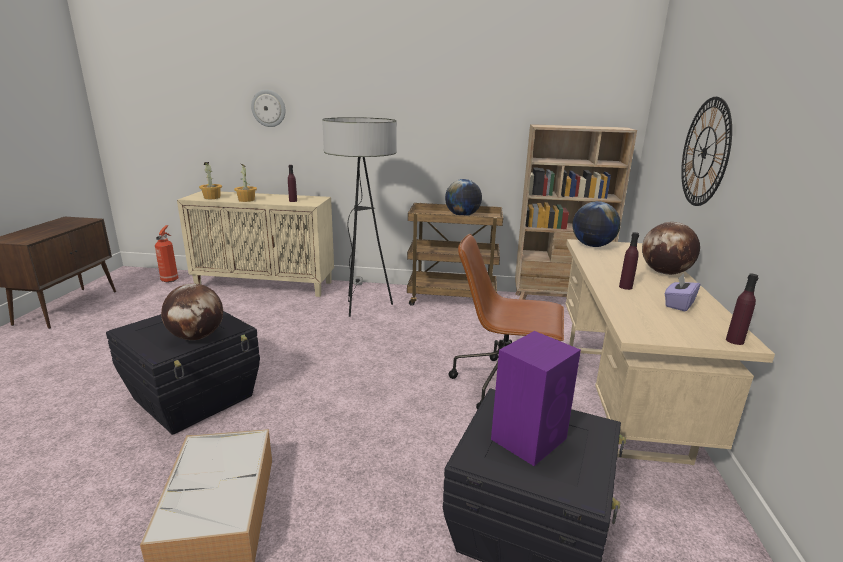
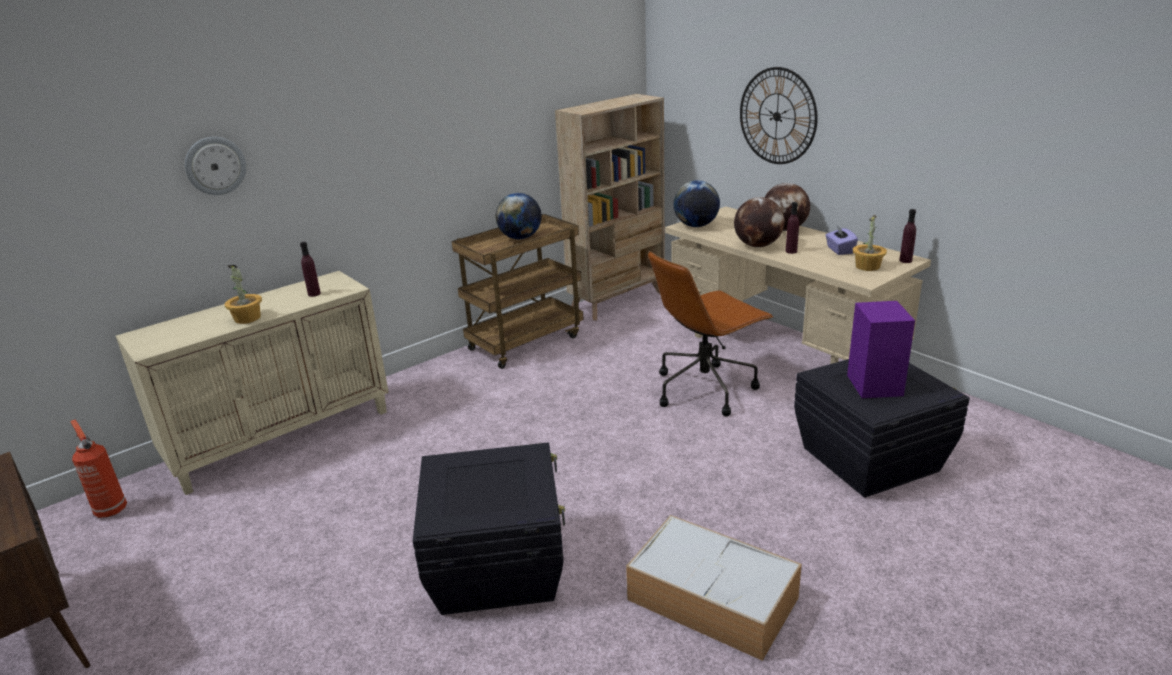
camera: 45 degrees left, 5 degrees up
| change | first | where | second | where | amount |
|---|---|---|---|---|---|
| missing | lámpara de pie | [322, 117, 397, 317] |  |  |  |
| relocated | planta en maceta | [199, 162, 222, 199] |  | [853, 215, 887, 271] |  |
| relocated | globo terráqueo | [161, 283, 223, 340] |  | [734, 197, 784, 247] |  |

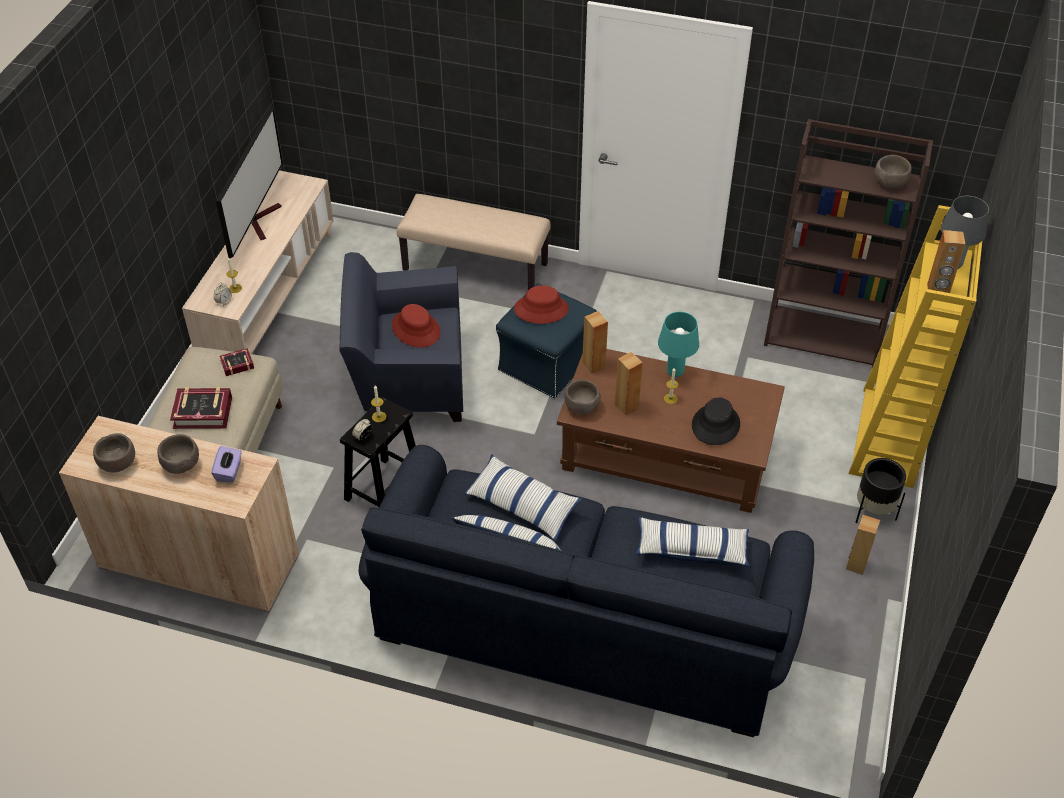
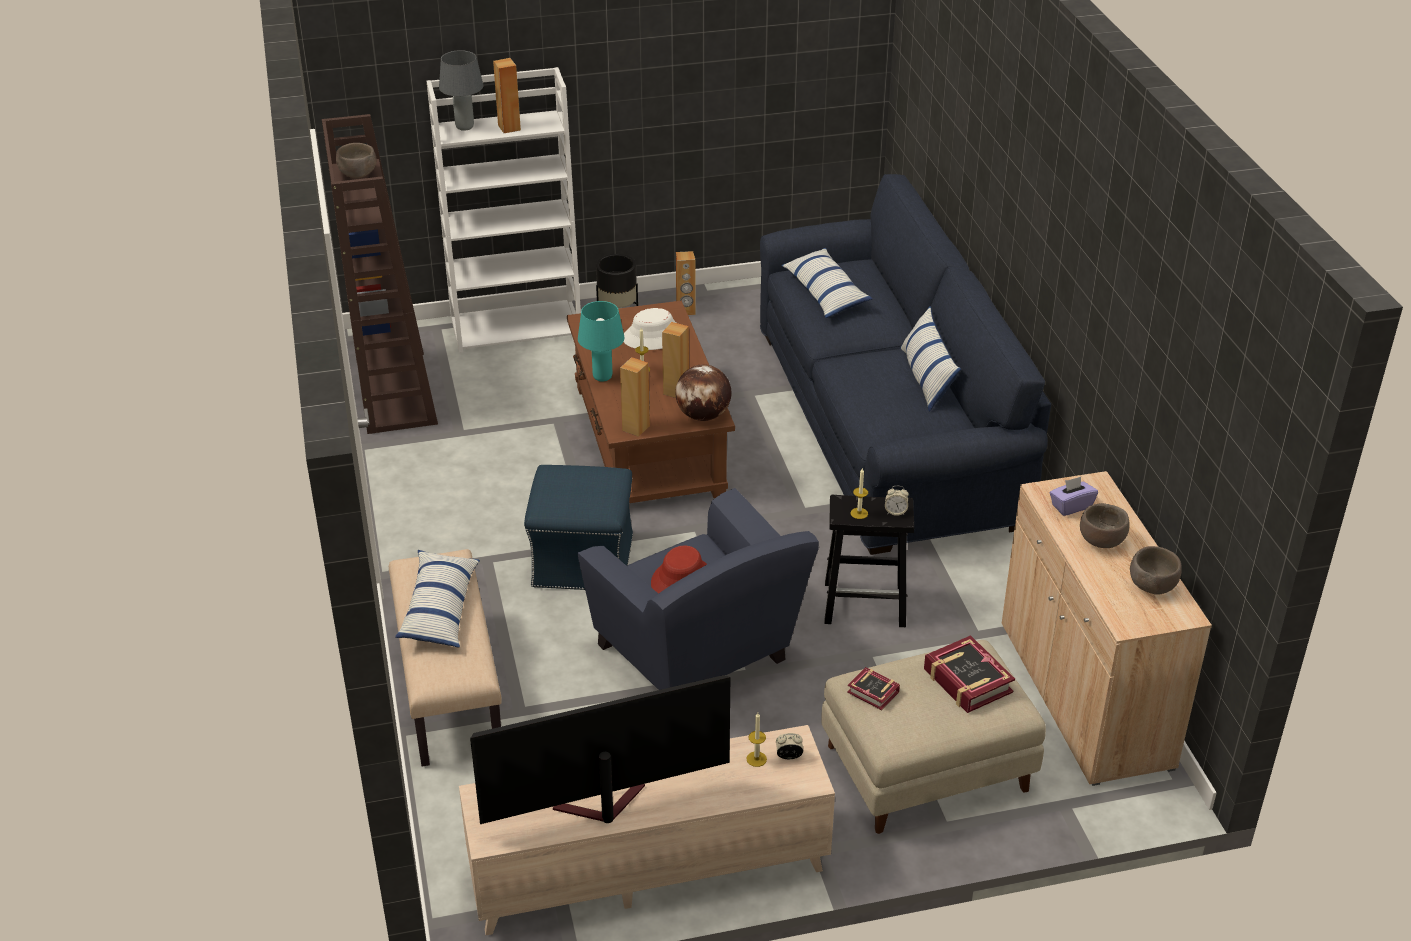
camera: 120 degrees left, 10 degrees down
| change | first | where | second | where | amount |
|---|---|---|---|---|---|
| colour | estantería [amarillo] | [849, 205, 982, 488] | estantería [blanco] | [427, 67, 581, 353] |  |
| missing | sombrero [rojo] | [514, 285, 569, 324] |  |  |  |
| exchanged | cuenco [marrón] | [564, 379, 601, 415] | globo terráqueo | [675, 364, 731, 421] |  |
| colour | sombrero [negro] | [692, 397, 740, 445] | sombrero [blanco] | [624, 308, 676, 350] |  |
| relocated | cojín | [464, 454, 583, 541] |  | [395, 550, 480, 647] |  |

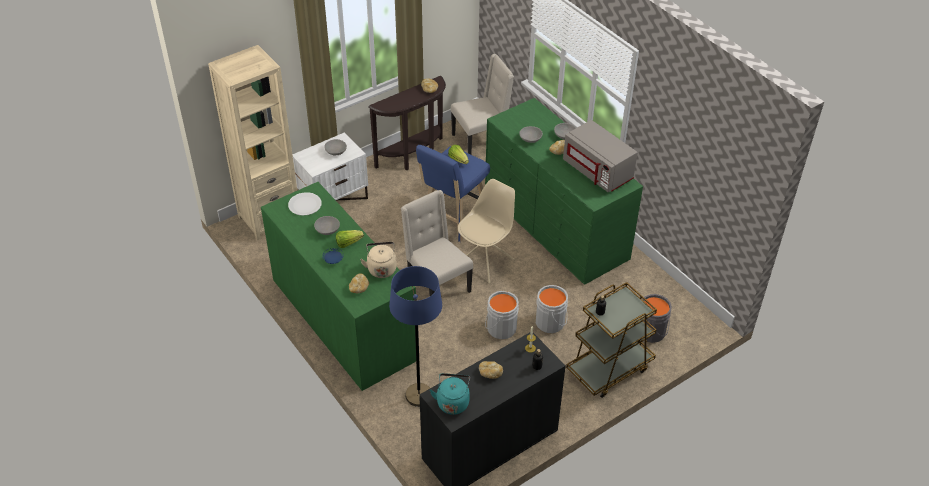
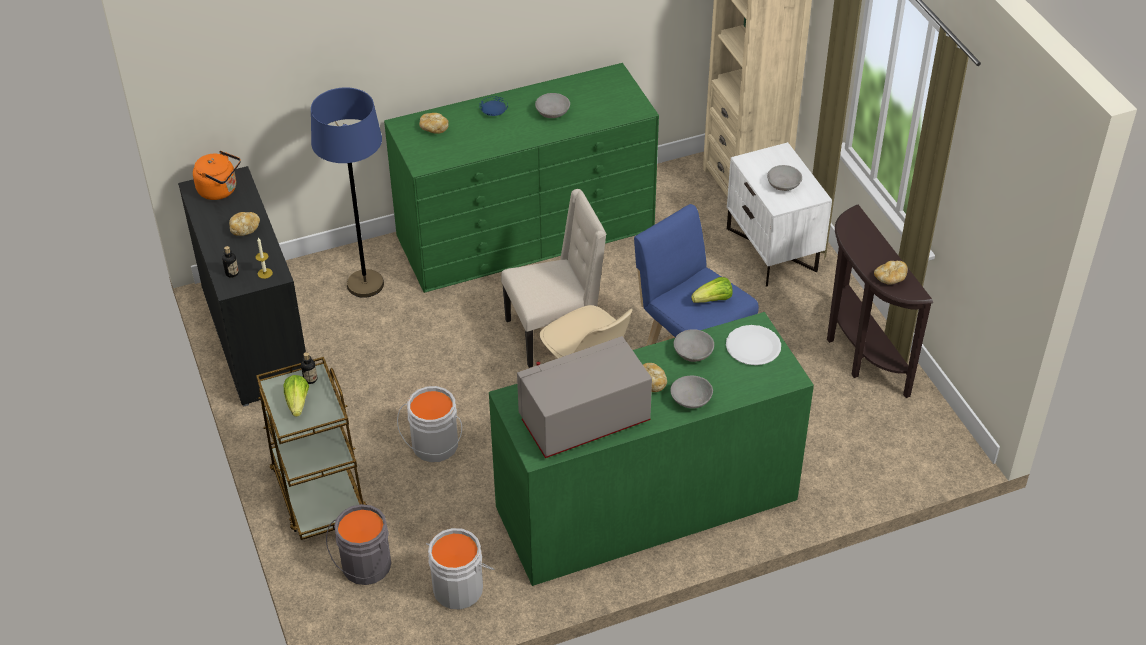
camera: 105 degrees right, 0 degrees up
| change | first | where | second | where | amount |
|---|---|---|---|---|---|
| missing | silla [beis] | [451, 54, 514, 155] |  |  |  |
| relocated | plato [blanco] | [288, 192, 322, 216] |  | [726, 325, 781, 365] |  |
| relocated | lechuga | [336, 230, 364, 248] |  | [283, 375, 309, 417] |  |
| missing | hervidor [beis] | [360, 242, 397, 278] |  |  |  |
| relocated | cubo [gris] | [485, 291, 519, 339] |  | [426, 528, 495, 610] |  |
| colour | hervidor [turquesa] | [430, 373, 470, 415] | hervidor [naranja] | [193, 151, 241, 200] |  |

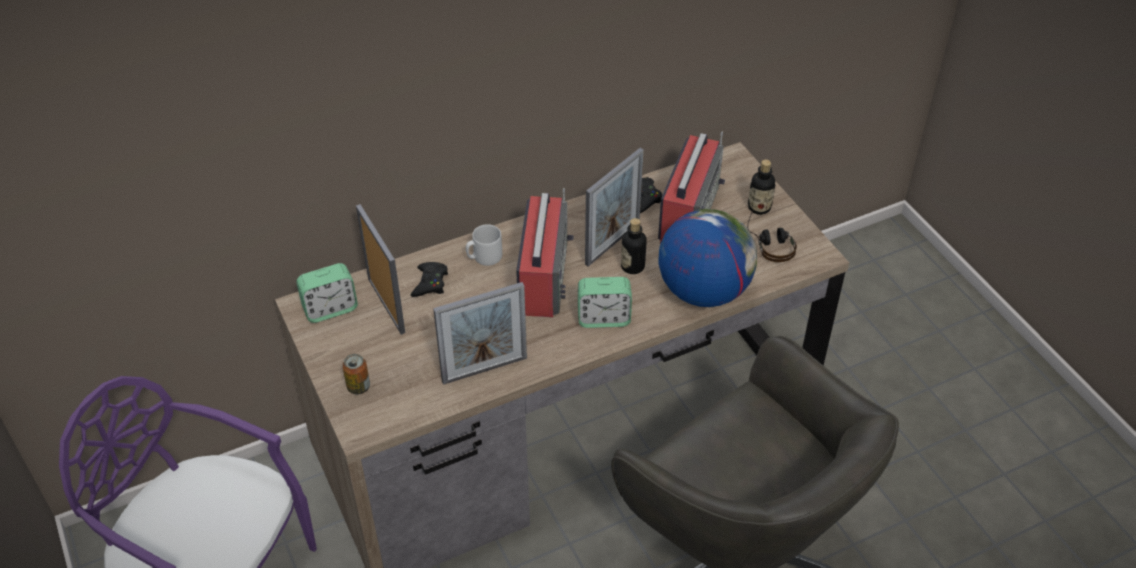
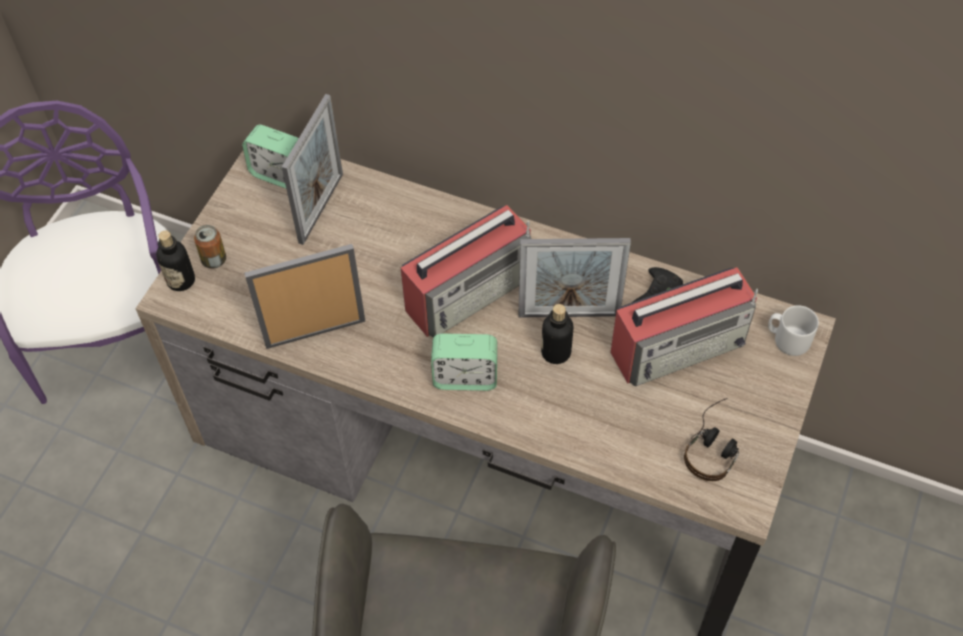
camera: 50 degrees right, 10 degrees up
| change | first | where | second | where | amount |
|---|---|---|---|---|---|
| relocated | botella | [748, 160, 775, 215] |  | [156, 231, 195, 291] |  |
| missing | globo terráqueo | [659, 209, 757, 307] |  |  |  |
| relocated | taza grande [gris] | [466, 224, 502, 266] |  | [768, 305, 819, 356] |  |
| missing | mando de consola [negro] | [410, 262, 448, 297] |  |  |  |
| spun | despertador | [578, 277, 632, 328] |  | [431, 333, 497, 391] | 45 degrees counterclockwise |
| spun | portarretratos | [433, 282, 527, 385] |  | [244, 244, 365, 349] | 135 degrees clockwise |

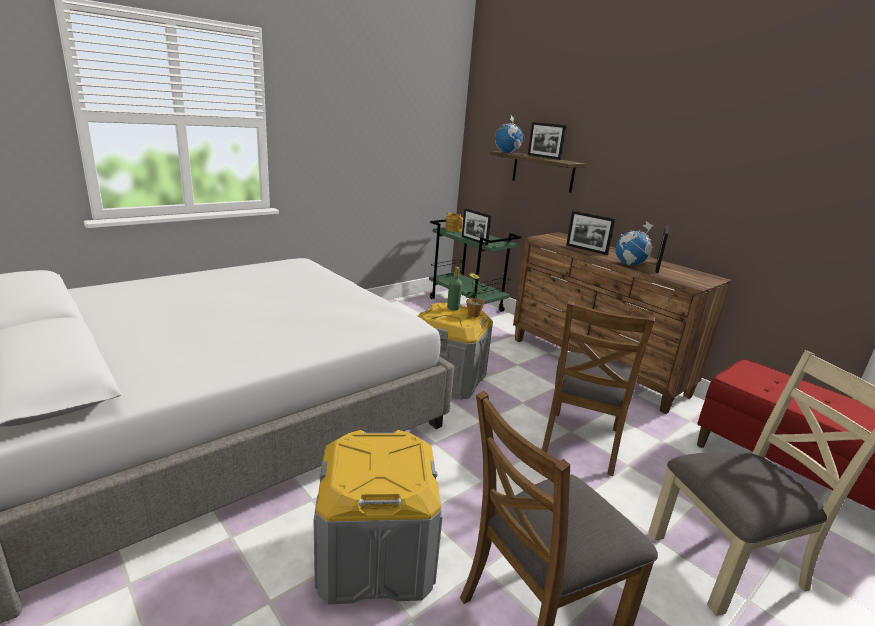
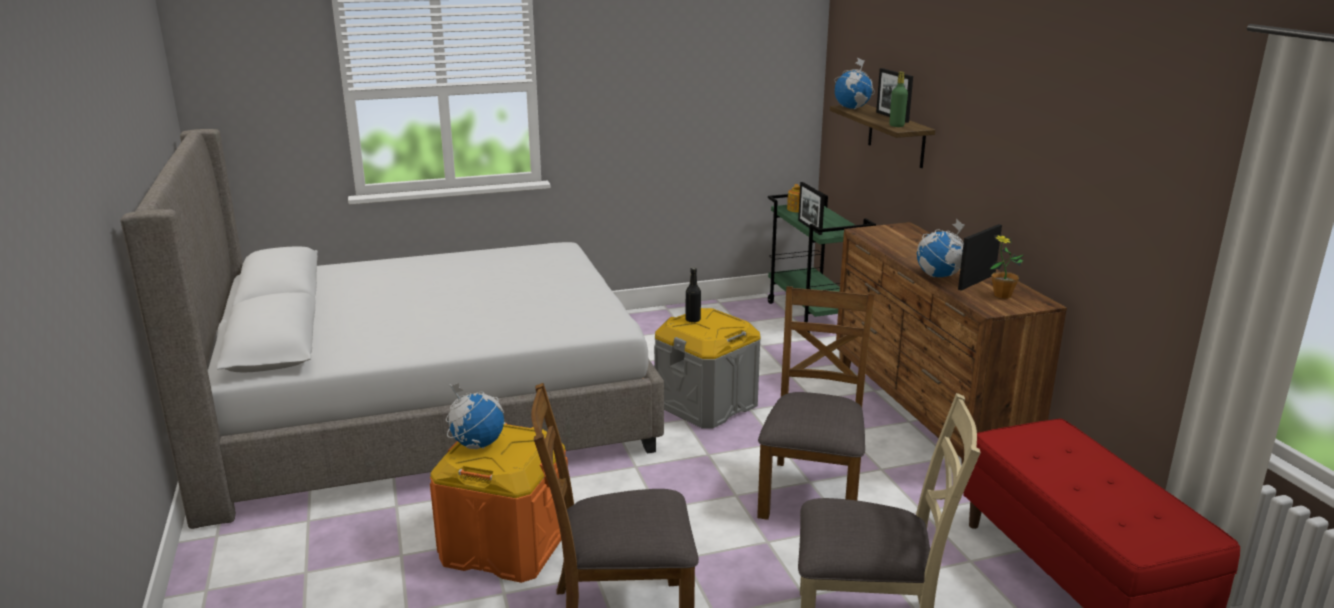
camera: 25 degrees right, 0 degrees up
| change | first | where | second | where | amount |
|---|---|---|---|---|---|
| missing | portarretratos | [566, 211, 616, 255] |  |  |  |
| relocated | botella [verde] | [447, 267, 462, 310] |  | [889, 72, 908, 127] |  |
| relocated | planta en maceta | [466, 273, 489, 317] |  | [990, 235, 1023, 299] |  |
| spun | silla [marrón] | [542, 300, 655, 476] |  | [757, 286, 875, 520] | 150 degrees clockwise |
| colour | caja de almacenaje [gris] | [314, 430, 443, 604] | caja de almacenaje [naranja] | [430, 422, 568, 583] |  |
| appeared |  |  | botella [negro] | [685, 268, 701, 322] |  |
| appeared |  |  | globo terráqueo | [446, 383, 504, 449] |  |

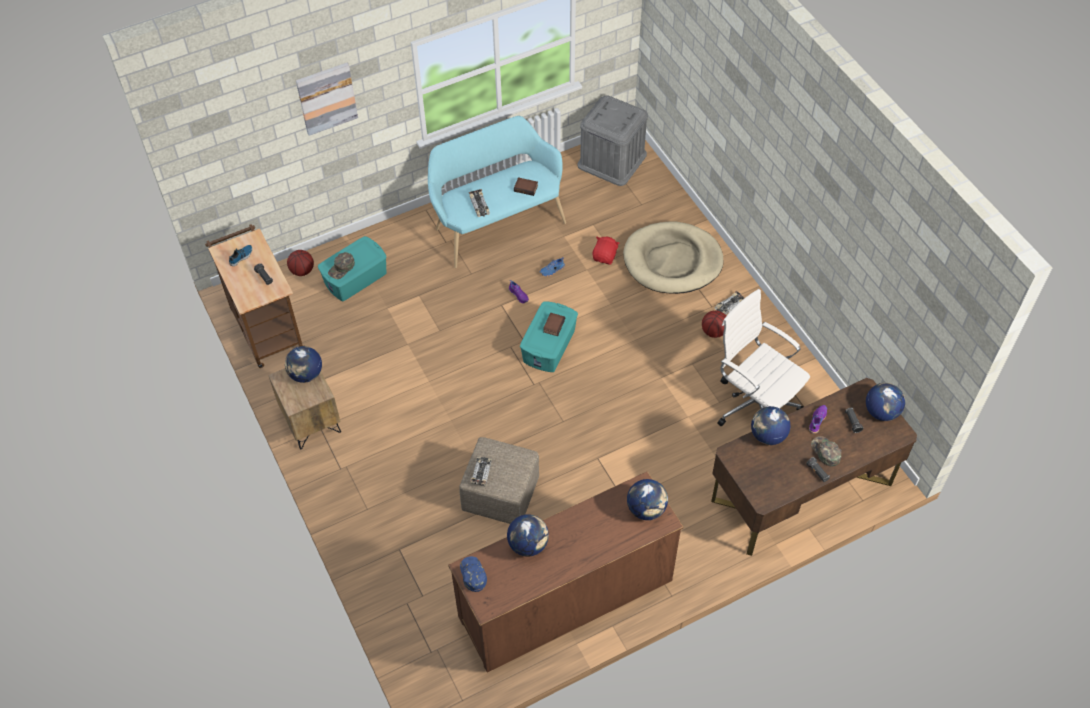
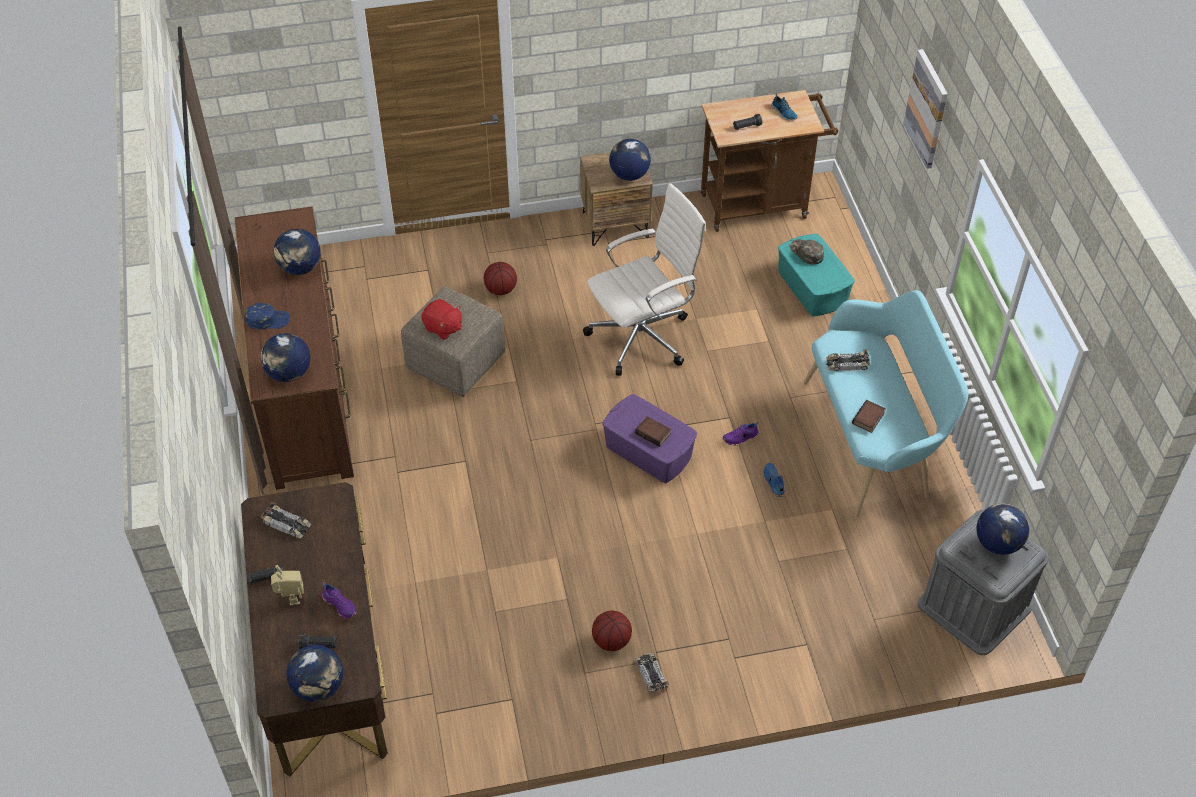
camera: 105 degrees right, 5 degrees down
| change | first | where | second | where | amount |
|---|---|---|---|---|---|
| missing | cama para perro [beis] | [623, 222, 723, 294] |  |  |  |
| relocated | peluche [rojo] | [592, 237, 619, 265] |  | [421, 299, 462, 340] |  |
| relocated | balón de baloncesto | [287, 250, 314, 276] |  | [484, 262, 517, 295] |  |
| relocated | silla de oficina [blanco] | [717, 289, 810, 426] |  | [583, 183, 706, 376] |  |
| colour | caja de almacenaje [turquesa] | [520, 301, 578, 372] | caja de almacenaje [morado] | [602, 394, 697, 483] |  |
| relocated | globo terráqueo | [751, 406, 790, 445] |  | [976, 504, 1029, 555] |  |
| exchanged | gorra [verde] | [811, 436, 841, 466] | robot de juguete | [271, 565, 304, 606] |  |
| relocated | coche de juguete | [470, 456, 492, 486] |  | [261, 502, 311, 539] |  |
| relocated | gorra [azul] | [460, 556, 487, 592] |  | [245, 303, 290, 330] |  |

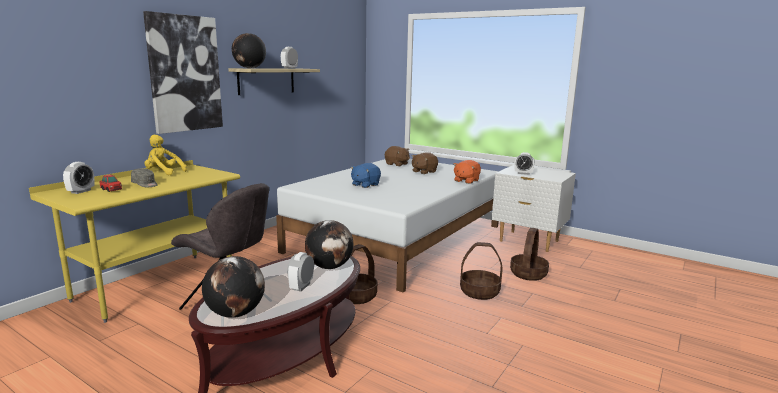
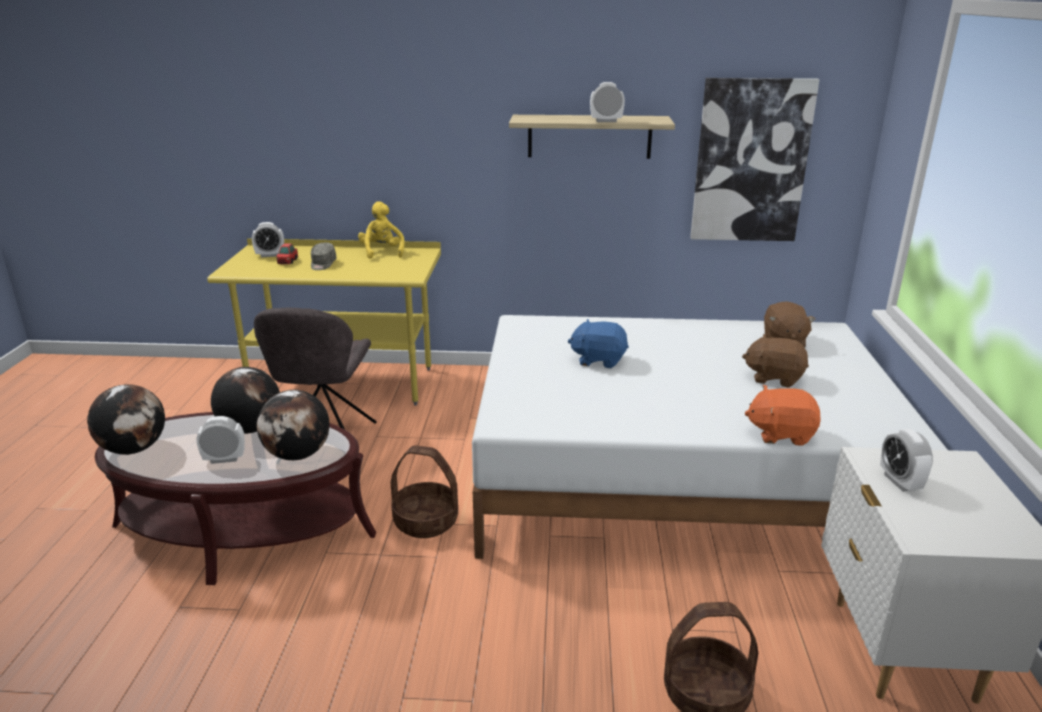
camera: 60 degrees right, 10 degrees up
| change | first | where | second | where | amount |
|---|---|---|---|---|---|
| relocated | cuadro | [143, 11, 223, 134] |  | [690, 78, 820, 241] |  |
| relocated | globo terráqueo | [232, 33, 266, 68] |  | [211, 367, 280, 434] |  |
| missing | cesta | [460, 242, 503, 300] |  |  |  |

